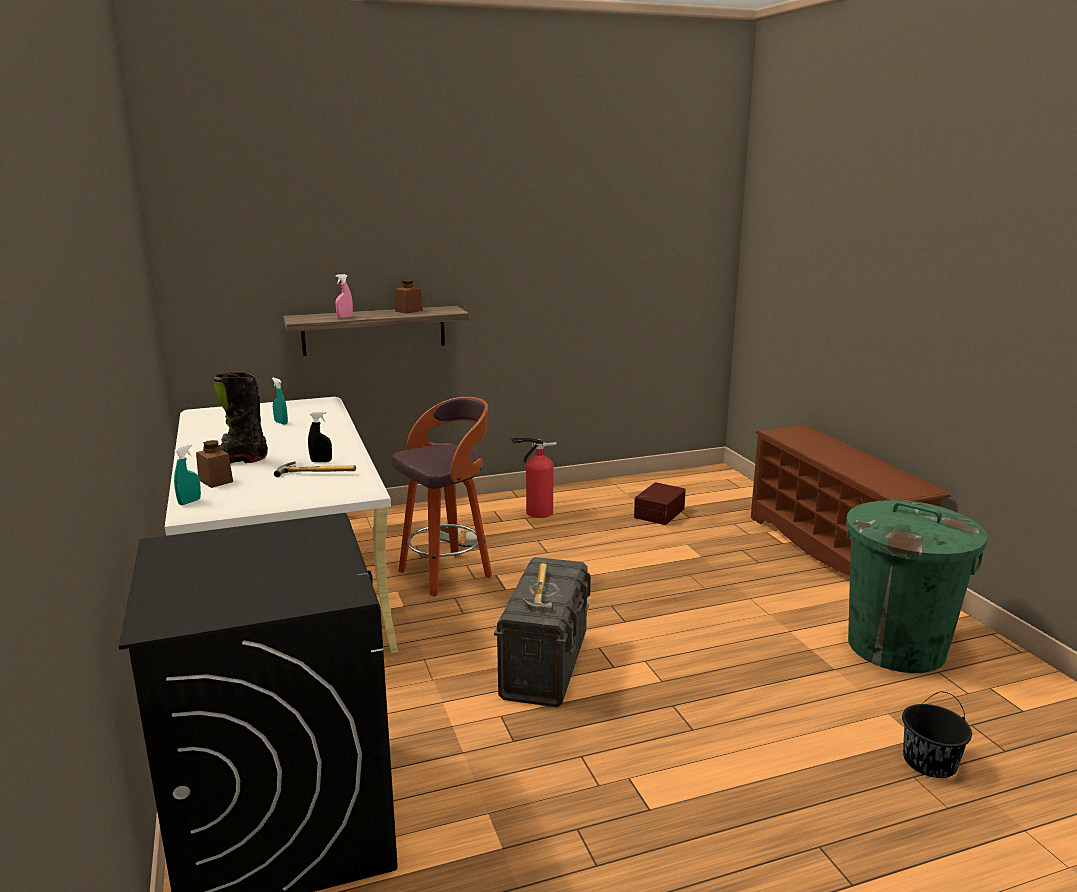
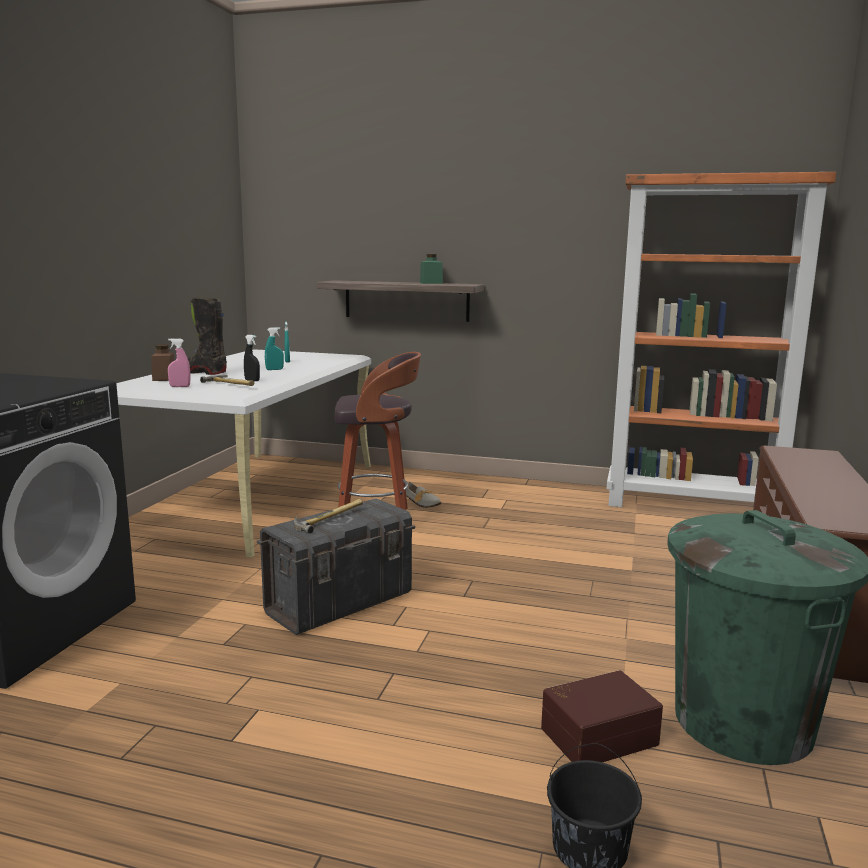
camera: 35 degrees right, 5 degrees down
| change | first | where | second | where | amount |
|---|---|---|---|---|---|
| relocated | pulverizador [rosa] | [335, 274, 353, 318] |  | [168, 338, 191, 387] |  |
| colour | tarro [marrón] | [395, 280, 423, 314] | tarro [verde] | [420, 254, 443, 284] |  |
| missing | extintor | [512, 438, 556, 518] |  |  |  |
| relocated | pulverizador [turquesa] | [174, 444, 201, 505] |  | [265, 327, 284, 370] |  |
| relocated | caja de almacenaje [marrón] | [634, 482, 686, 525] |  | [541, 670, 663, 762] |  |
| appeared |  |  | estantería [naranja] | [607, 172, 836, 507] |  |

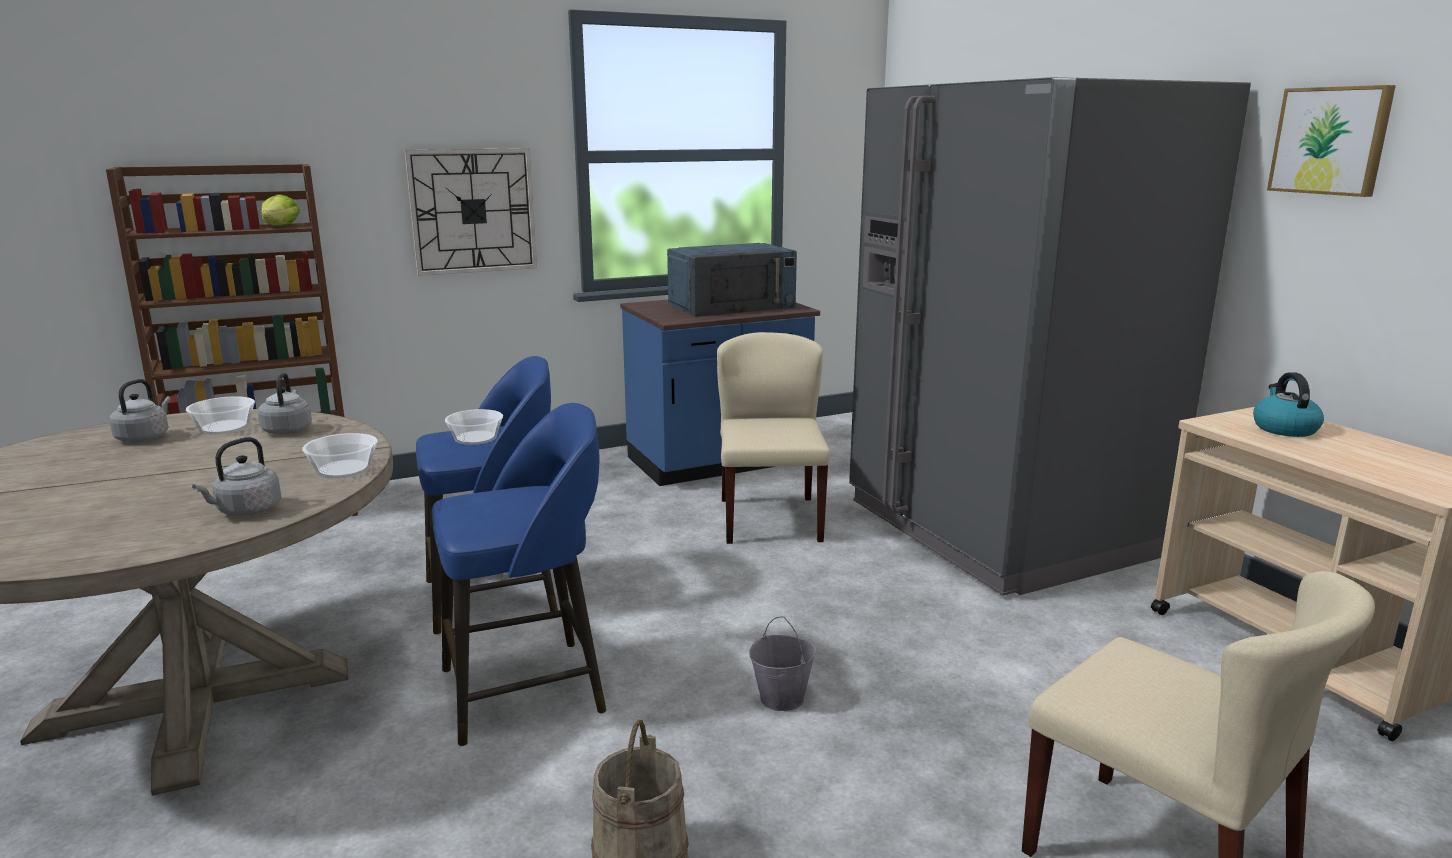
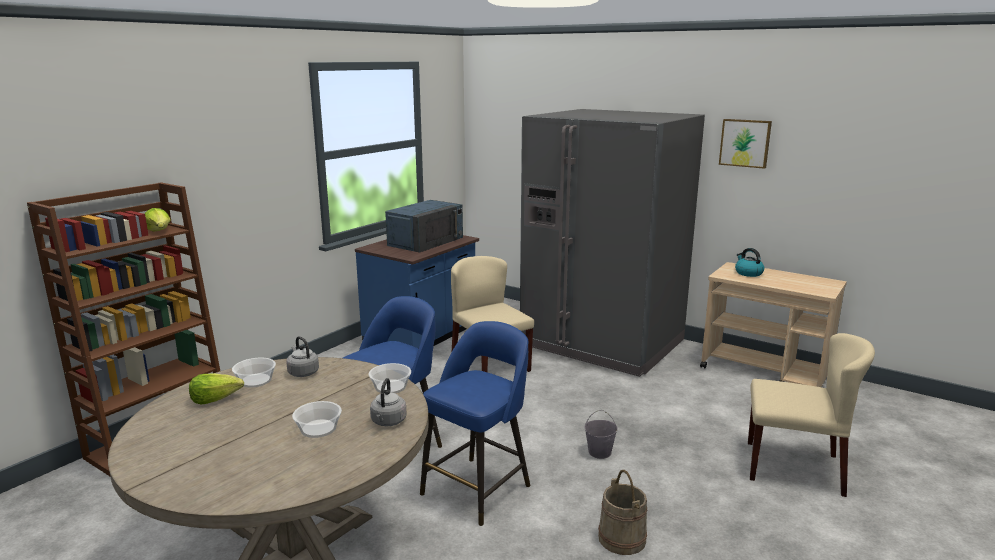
camera: 30 degrees left, 0 degrees up
| change | first | where | second | where | amount |
|---|---|---|---|---|---|
| missing | reloj de pared | [404, 148, 537, 276] |  |  |  |
| exchanged | hervidor [gris] | [109, 379, 171, 442] | lechuga | [189, 373, 244, 405] |  |
| relocated | cuenco | [445, 409, 503, 445] |  | [292, 401, 342, 438] |  |

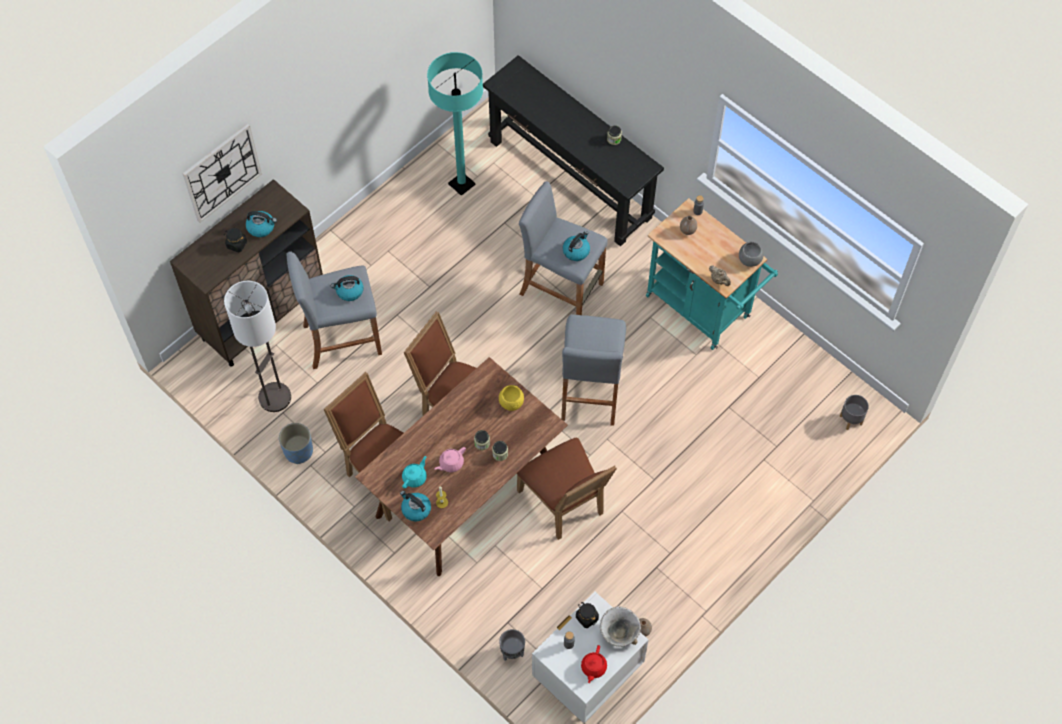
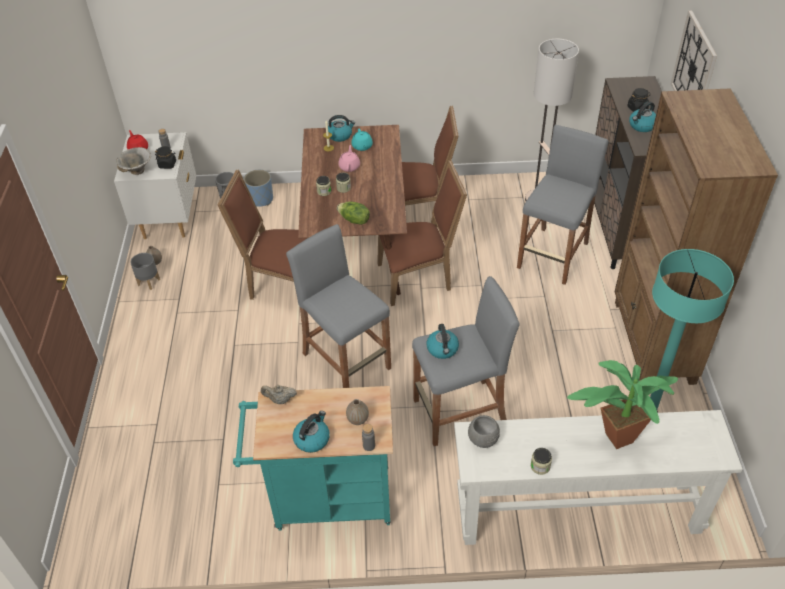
camera: 135 degrees right, 15 degrees down
| change | first | where | second | where | amount |
|---|---|---|---|---|---|
| colour | mesa consola [negro] | [483, 55, 664, 246] | mesa consola [blanco] | [454, 410, 743, 545] |  |
| relocated | cuenco [gris] | [739, 242, 764, 267] |  | [468, 415, 500, 448] |  |
| relocated | hervidor | [331, 275, 363, 301] |  | [293, 411, 330, 453] |  |
| exchanged | cuenco [amarillo] | [499, 385, 524, 411] | lechuga | [337, 202, 370, 225] |  |
| relocated | maceta [gris] | [839, 395, 869, 430] |  | [130, 253, 160, 290] |  |
| relocated | maceta [azul] | [279, 423, 313, 464] |  | [244, 170, 273, 207] |  |
| appeared |  |  | estantería [marrón] | [614, 88, 778, 385] |  |
| appeared |  |  | planta en maceta | [567, 360, 678, 449] |  |

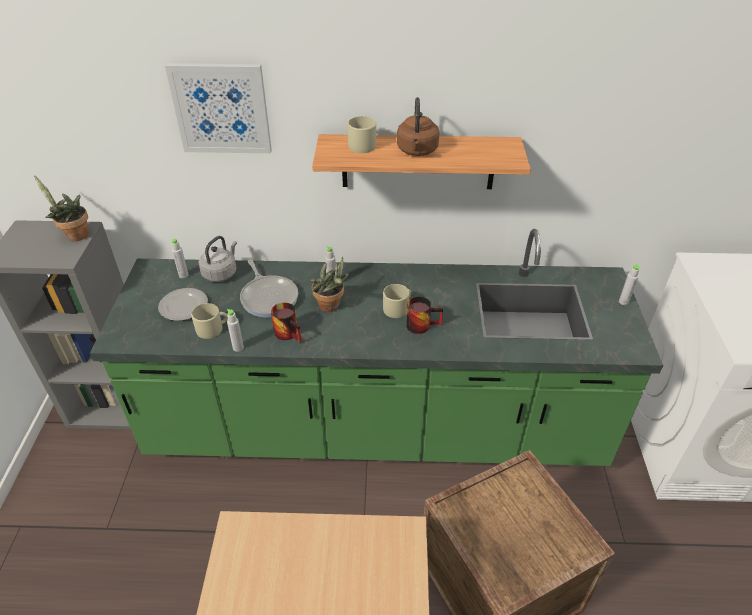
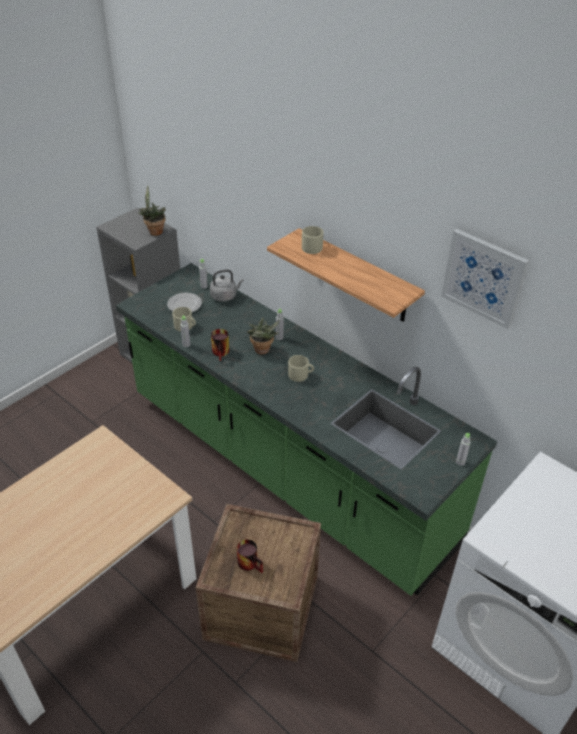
camera: 40 degrees right, 0 degrees up
| change | first | where | second | where | amount |
|---|---|---|---|---|---|
| relocated | cuadro | [165, 63, 272, 153] |  | [441, 229, 529, 329] |  |
| missing | hervidor [marrón] | [397, 97, 440, 156] |  |  |  |
| missing | sartén | [240, 260, 298, 317] |  |  |  |
| relocated | taza grande | [406, 297, 443, 334] |  | [237, 539, 263, 573] |  |

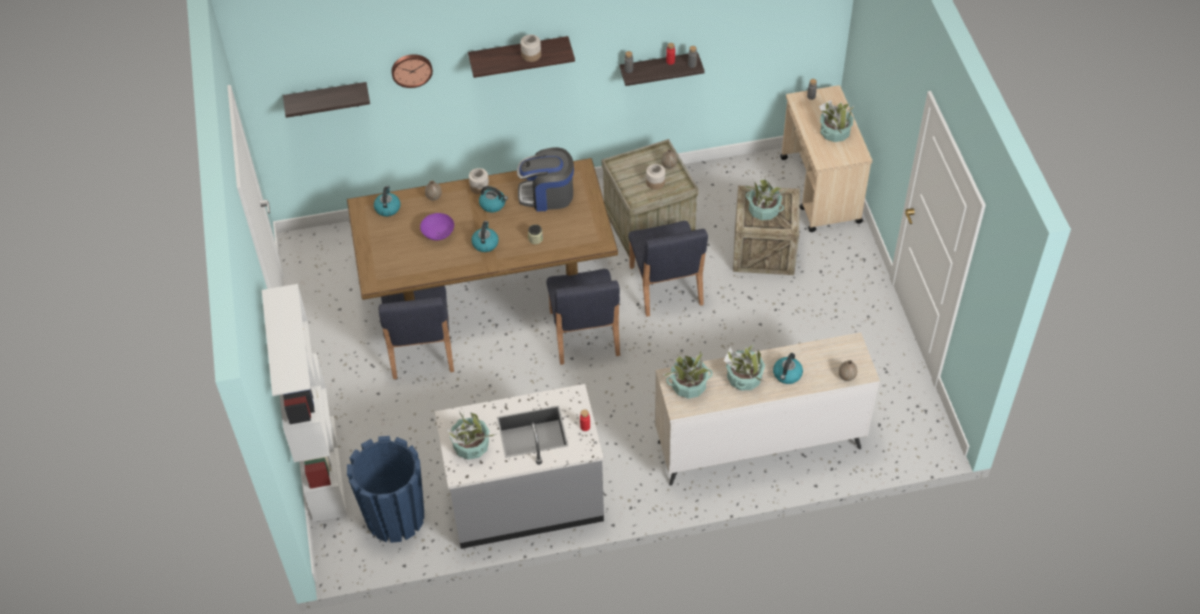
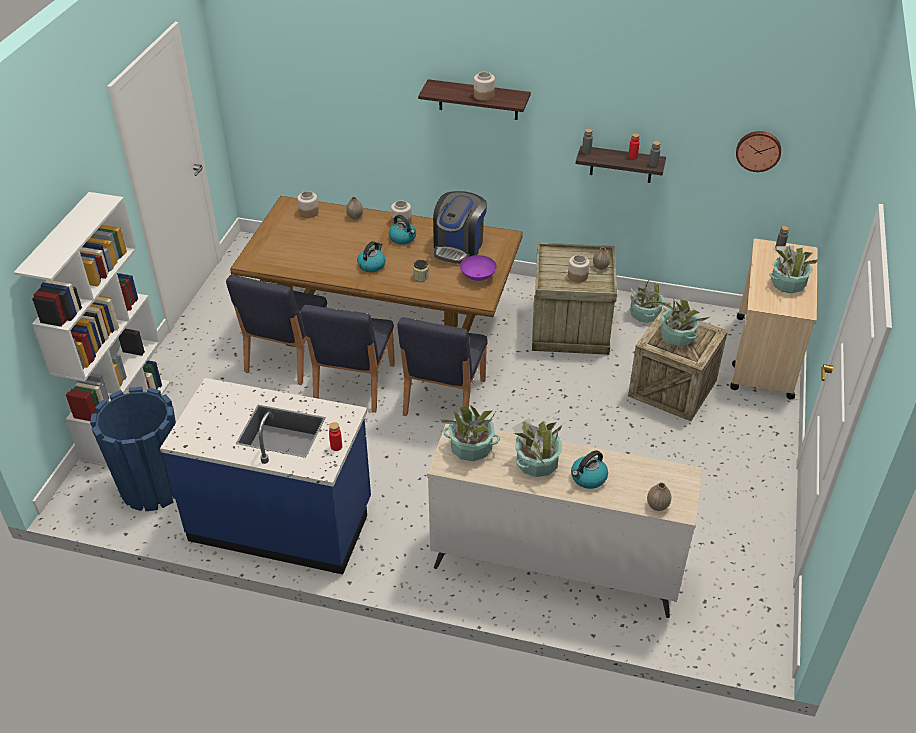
camera: 25 degrees right, 10 degrees down
| change | first | where | second | where | amount |
|---|---|---|---|---|---|
| relocated | reloj de pared | [391, 54, 433, 88] |  | [736, 131, 781, 172] |  |
| missing | estante | [283, 82, 370, 118] |  |  |  |
| spun | cafetera | [517, 147, 574, 212] |  | [433, 191, 487, 264] | 90 degrees counterclockwise |
| exchanged | hervidor | [374, 186, 401, 217] | tarro | [297, 191, 319, 218] |  |
| relocated | cuenco [morado] | [420, 213, 454, 240] |  | [460, 255, 497, 281] |  |
| relocated | silla [azul] | [628, 221, 708, 317] |  | [301, 305, 395, 413] |  |
| colour | mueble bajo de cocina [gris] | [435, 384, 604, 549] | mueble bajo de cocina [azul] | [160, 378, 371, 574] |  |
| relocated | planta en maceta | [447, 411, 499, 460] |  | [630, 280, 670, 323] |  |

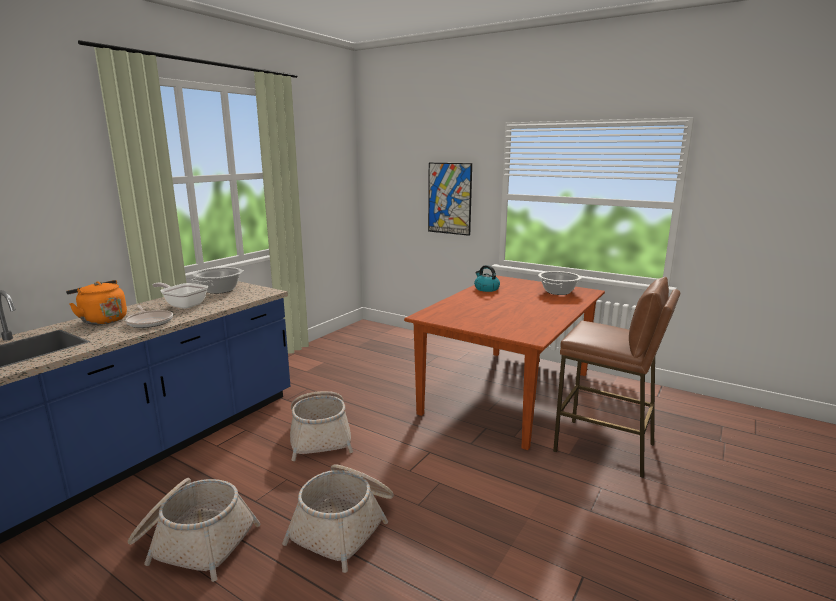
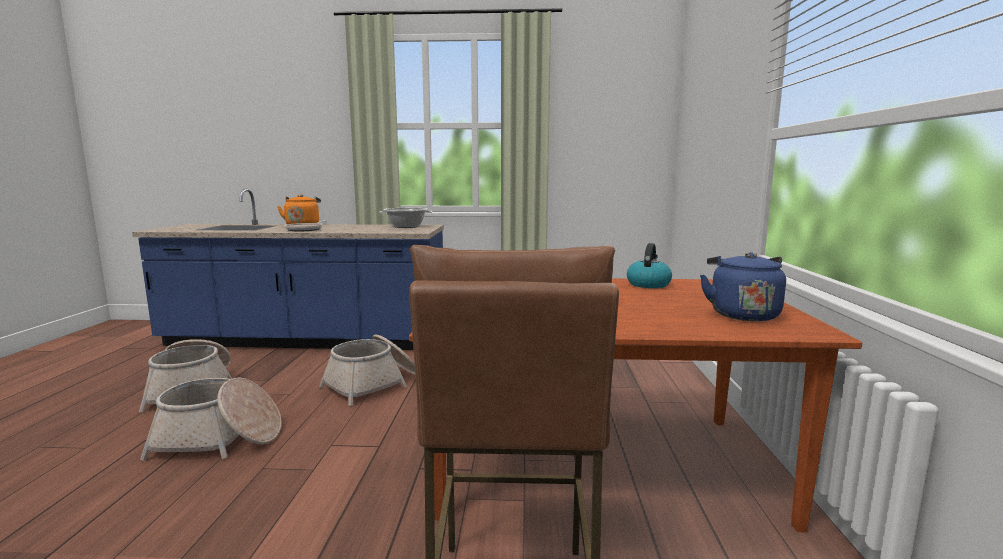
camera: 60 degrees right, 5 degrees down
| change | first | where | second | where | amount |
|---|---|---|---|---|---|
| missing | cuadro | [428, 163, 472, 236] |  |  |  |
| exchanged | olla | [538, 271, 581, 295] | hervidor [azul] | [700, 252, 786, 321] |  |
| missing | sartén | [153, 283, 208, 309] |  |  |  |

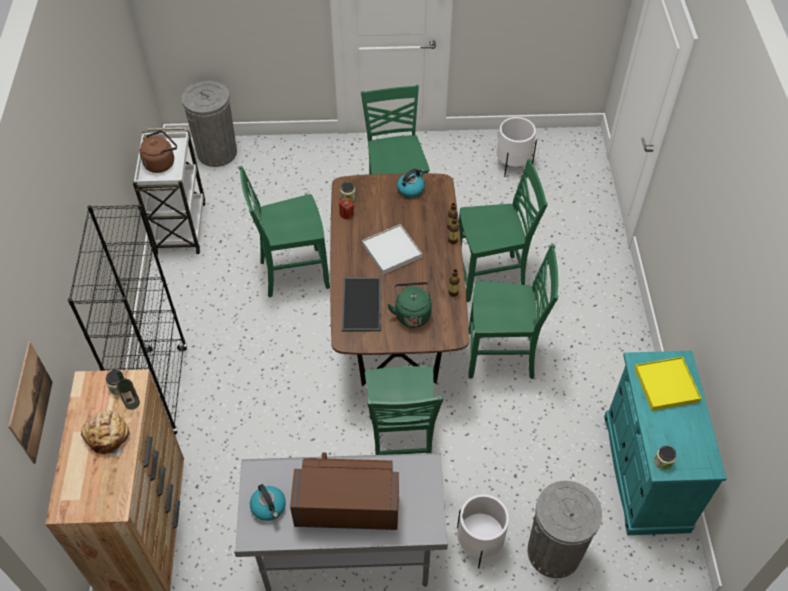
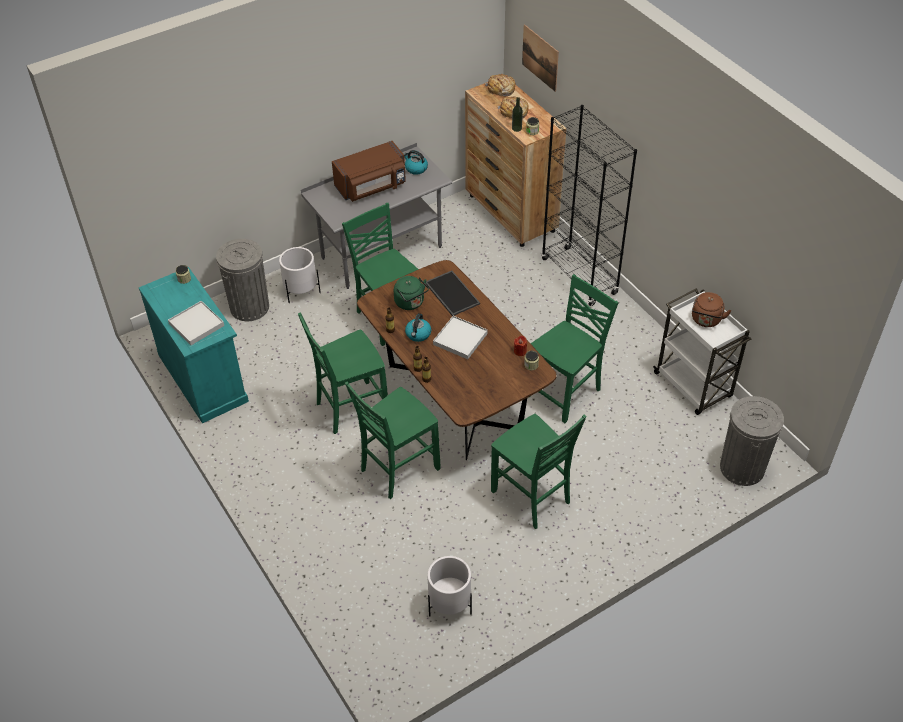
camera: 150 degrees right, 5 degrees down
| change | first | where | second | where | amount |
|---|---|---|---|---|---|
| relocated | hervidor | [397, 168, 425, 198] |  | [405, 313, 431, 342] |  |
| colour | bandeja [amarillo] | [635, 357, 701, 411] | bandeja [blanco] | [168, 301, 224, 345] |  |
| appeared |  |  | pan | [485, 74, 515, 97] |  |

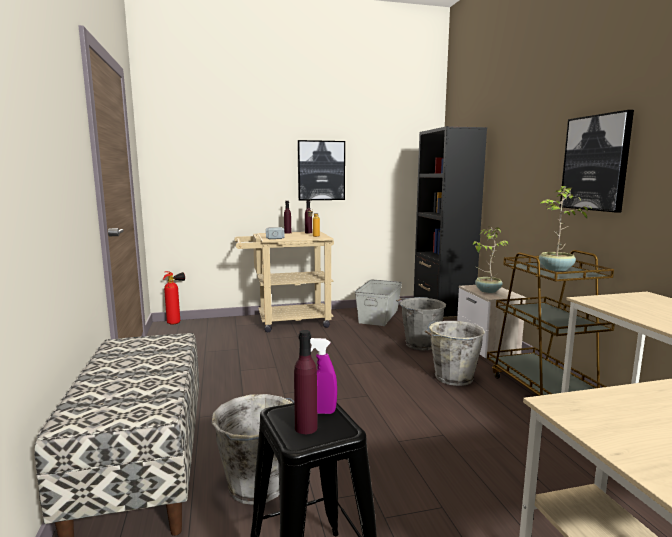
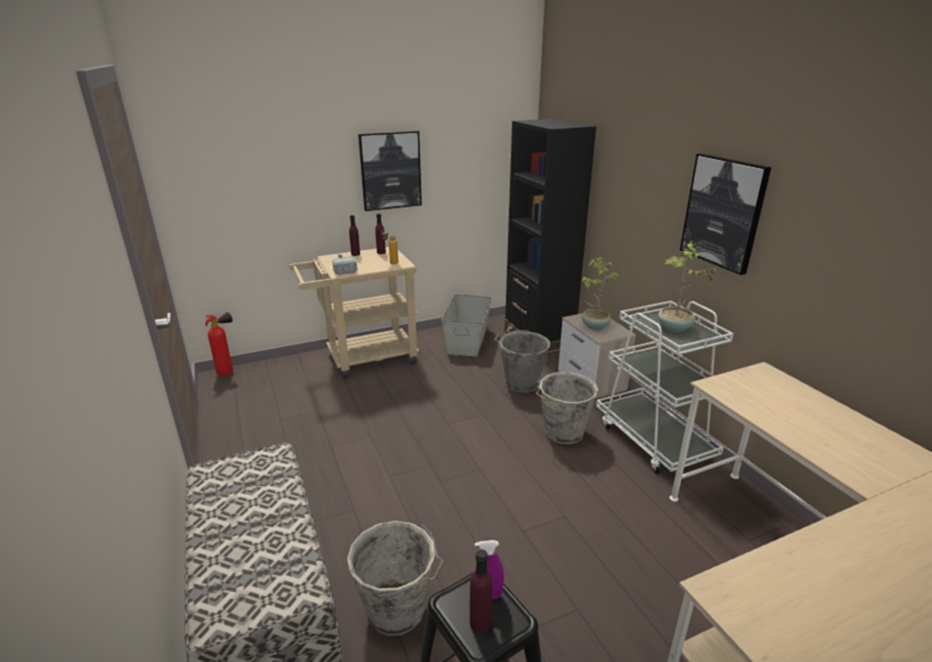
camera: 10 degrees left, 15 degrees up
| change | first | where | second | where | amount |
|---|---|---|---|---|---|
| colour | carrito [marrón] | [487, 250, 615, 396] | carrito [blanco] | [596, 301, 734, 474] |  |

